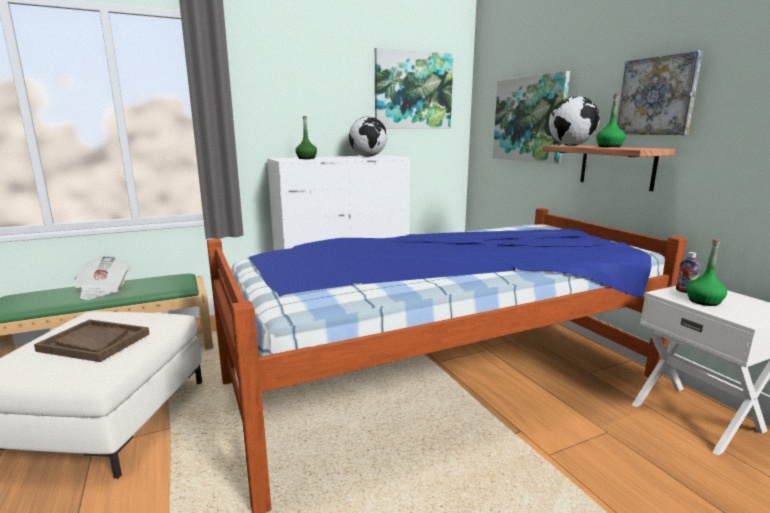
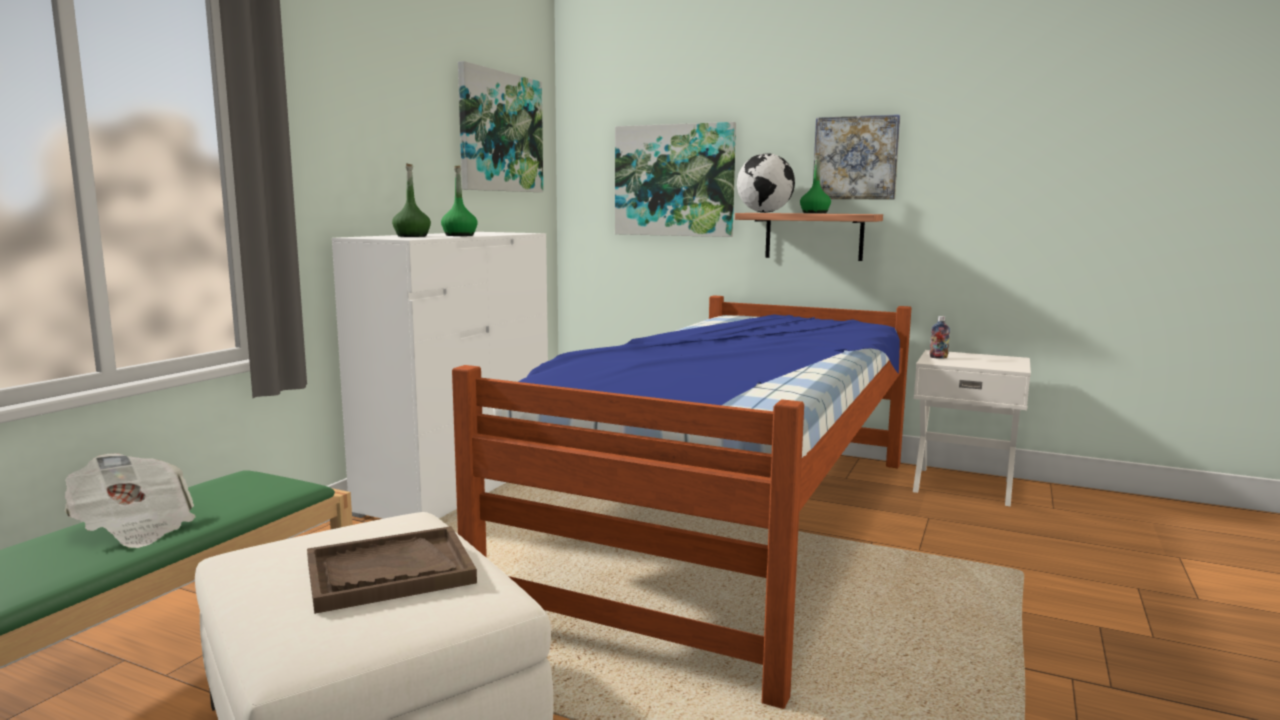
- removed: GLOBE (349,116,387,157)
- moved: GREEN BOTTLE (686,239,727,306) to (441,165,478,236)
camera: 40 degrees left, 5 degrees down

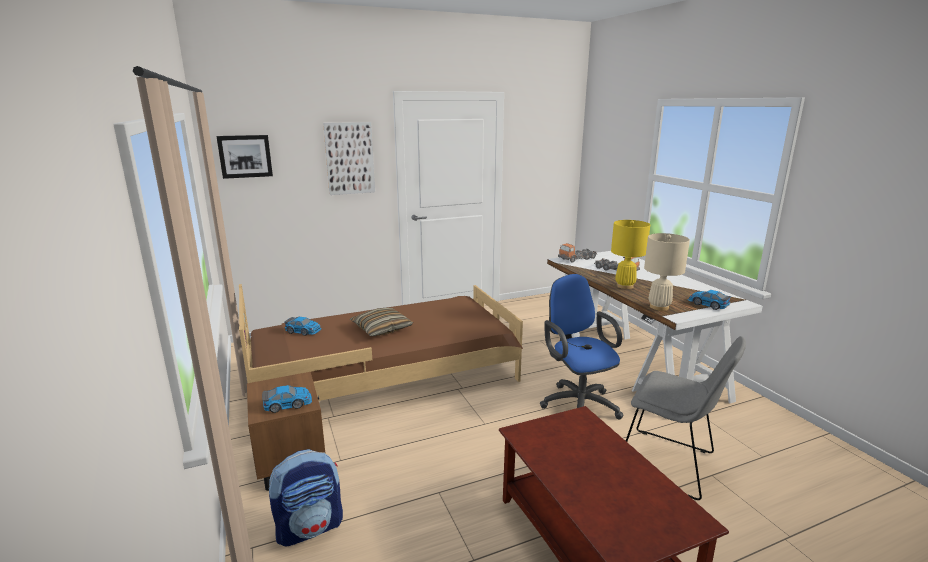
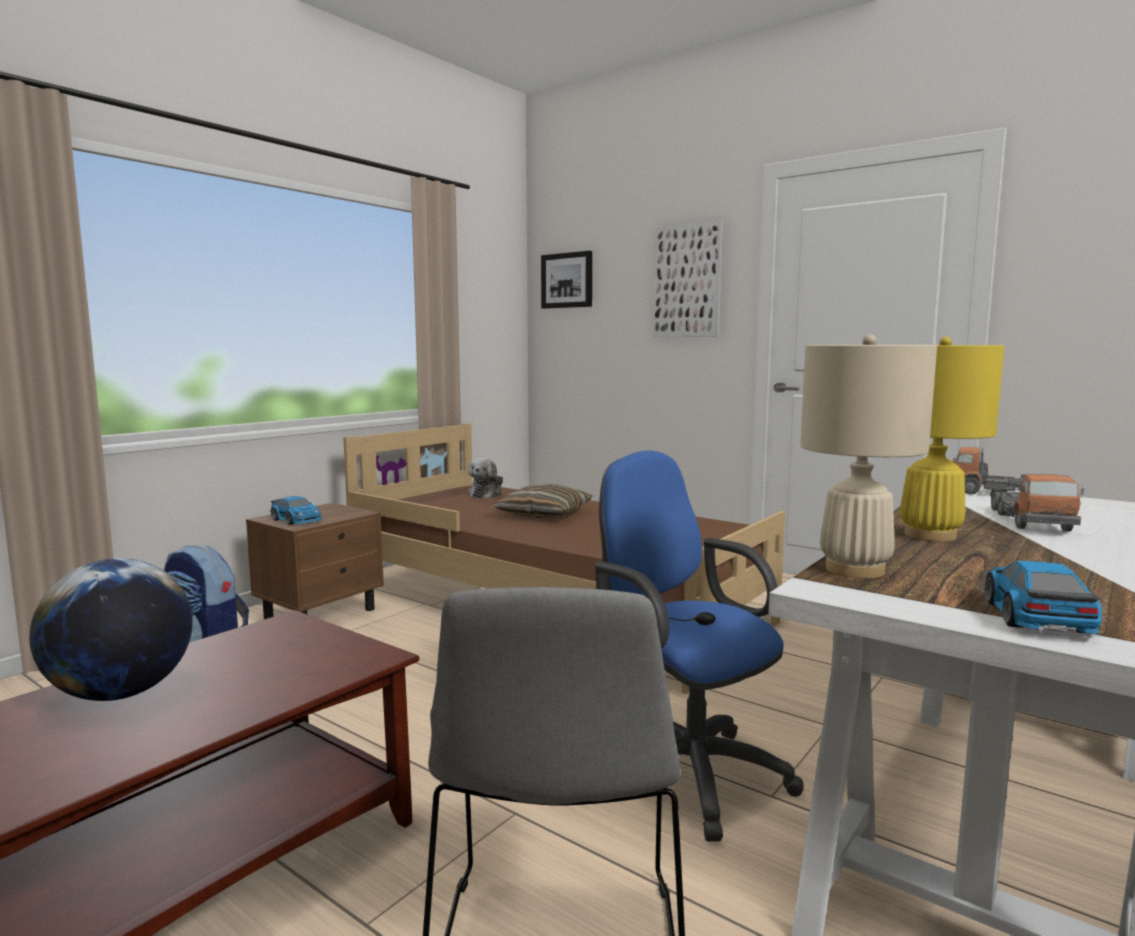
- added: GLOBE (30,558,192,701)
- replaced: TOY CAR (284,317,322,336) to PLUSH TOY (468,458,503,499)
- turned: BLUE OFFICE CHAIR (540,274,623,420) = (595,451,804,842) 75 degrees counterclockwise
camera: 60 degrees right, 10 degrees down

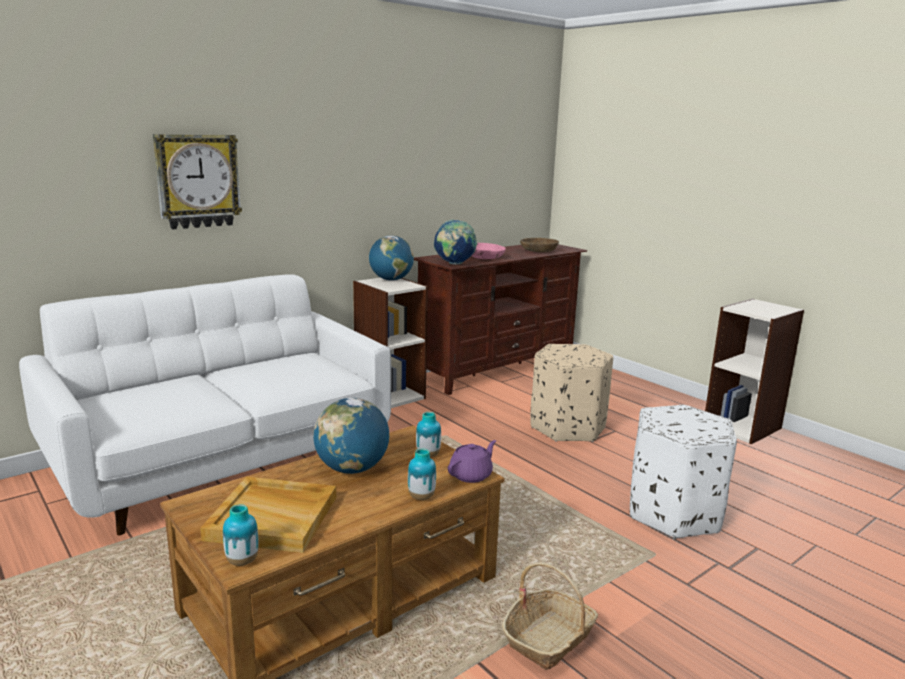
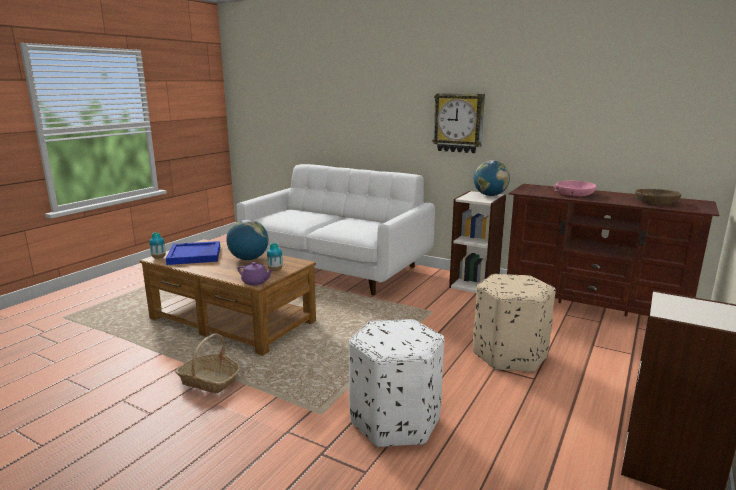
- removed: VASE (408,448,436,500)
- removed: GLOBE (434,219,477,265)
- moved: WALL CLOCK (153,134,242,229) to (433,93,485,153)
- recoloured: BEIGE TRAY (200,477,336,553) to BLUE TRAY (166,241,220,265)
camera: 70 degrees right, 0 degrees up

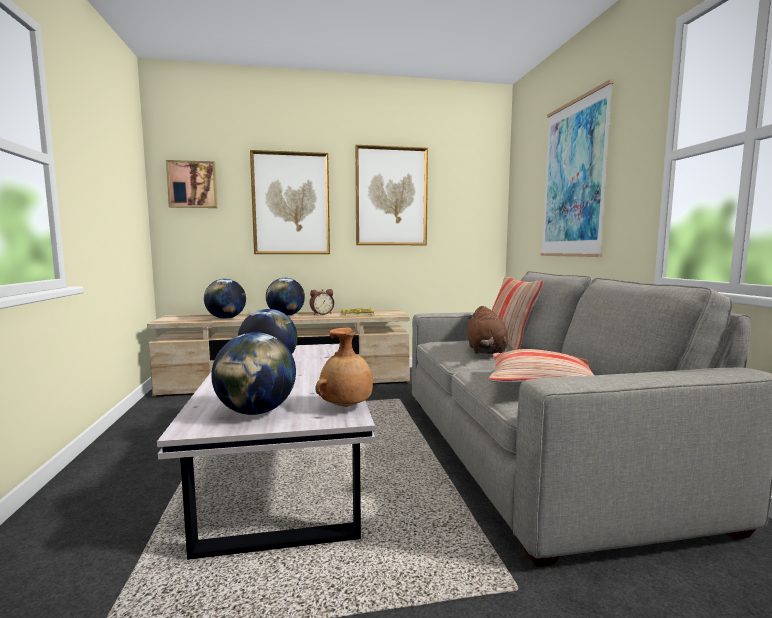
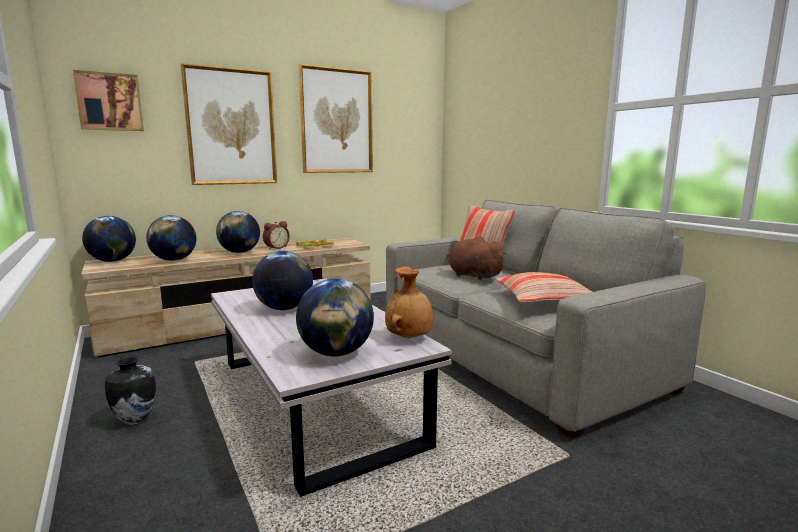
- removed: PICTURE (540,79,614,257)
- added: GLOBE (82,216,136,262)
- added: VASE (105,357,156,425)
- turned: BROWN PLUSH TOY (467,306,508,354) = (447,236,508,280) 150 degrees clockwise
camera: 20 degrees left, 5 degrees up

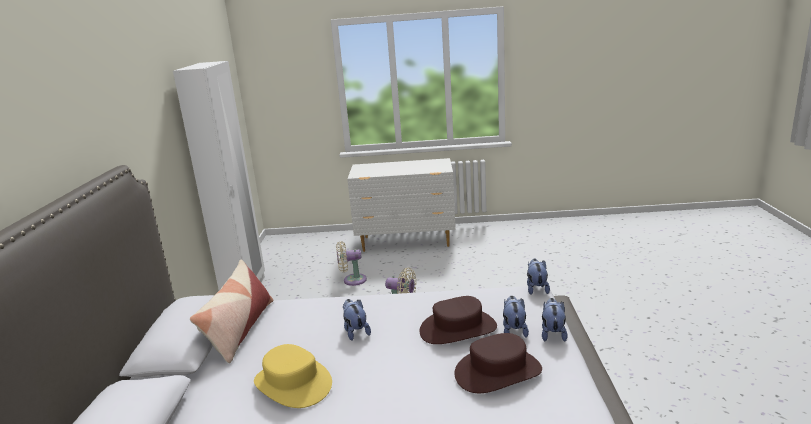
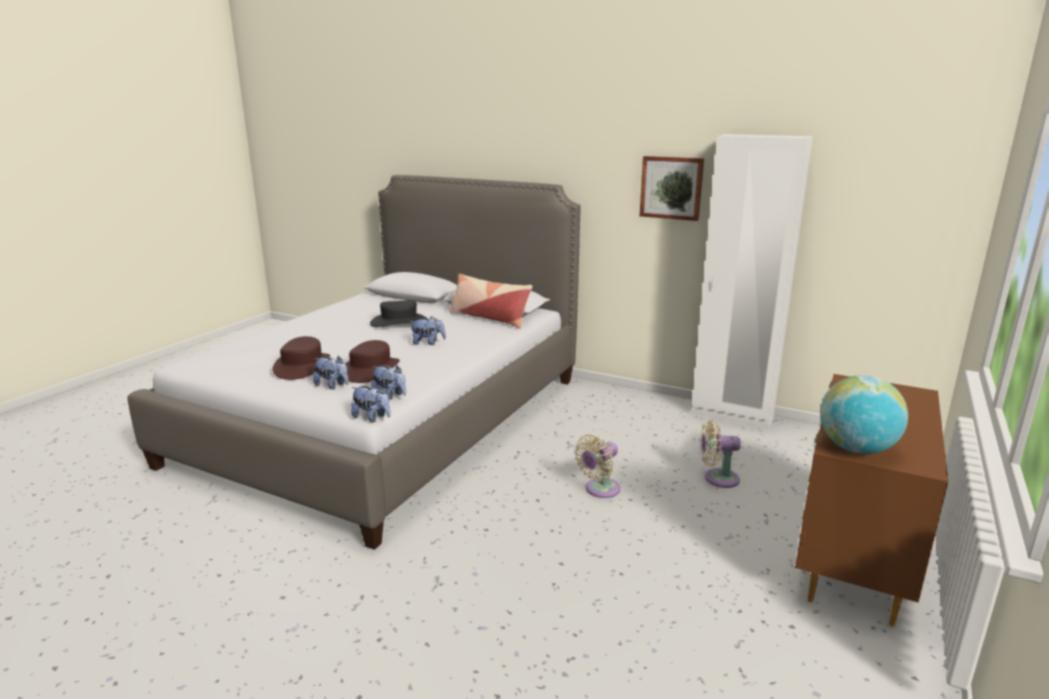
- added: PICTURE (640,156,704,221)
- added: GLOBE (820,375,908,454)
- moved: PLUSH TOY (542,298,568,342) to (371,365,406,400)
- recoloured: YELLOW HAT (254,344,332,408) to BLACK HAT (370,300,427,327)
- recoloured: WHITE DRESSER (347,158,456,252) to BROWN DRESSER (795,374,948,627)
- turned: BEIGE FAN (336,241,367,286) = (701,420,741,488) 105 degrees counterclockwise
camera: 115 degrees right, 0 degrees up

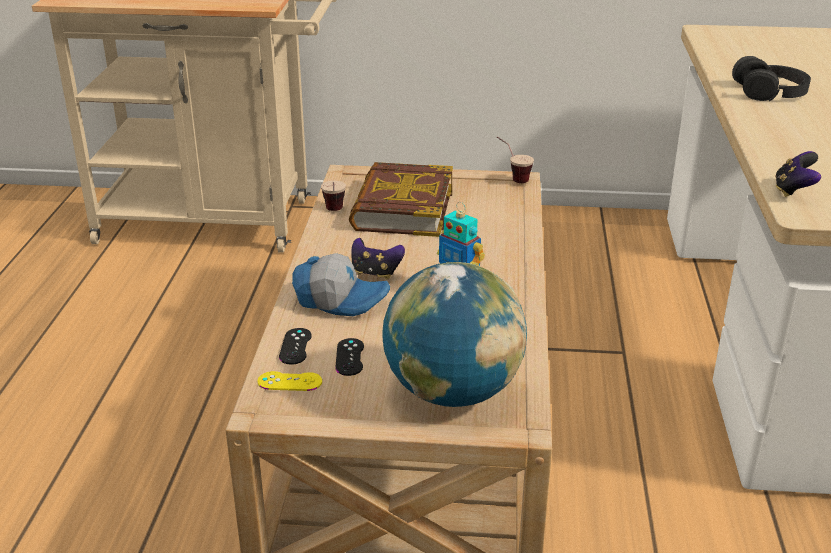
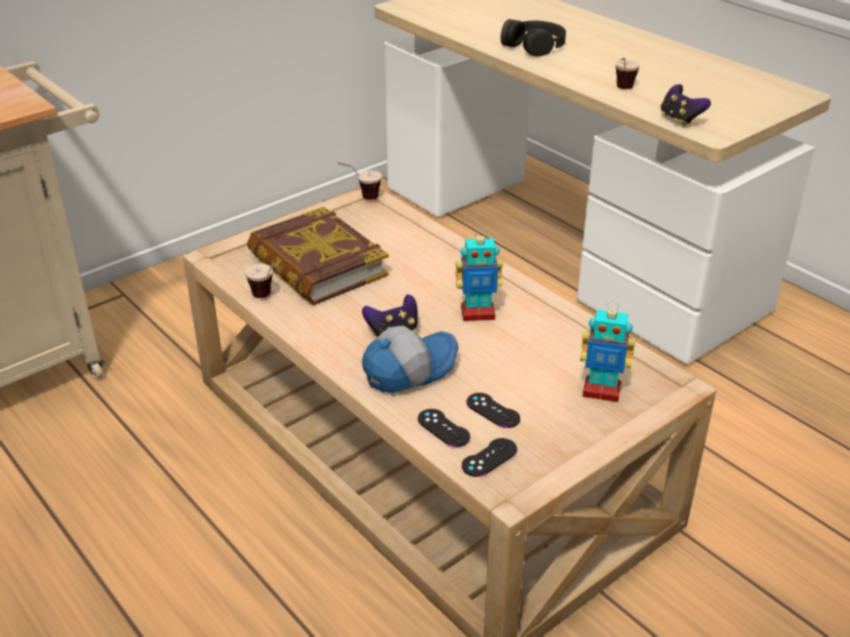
- added: CUP (615,58,640,89)
- replaced: GLOBE (382,262,527,407) to TOY ROBOT (580,301,635,402)
- recoloured: YELLOW GAME CONTROLLER (257,371,322,391) to BLACK GAME CONTROLLER (462,438,517,477)
camera: 45 degrees left, 5 degrees up

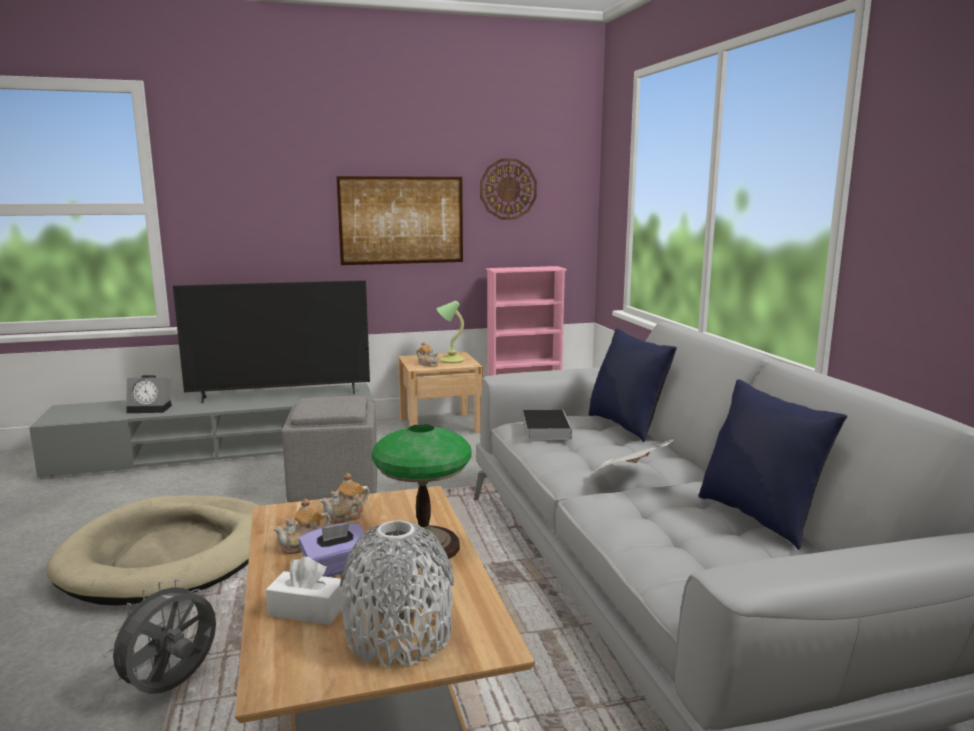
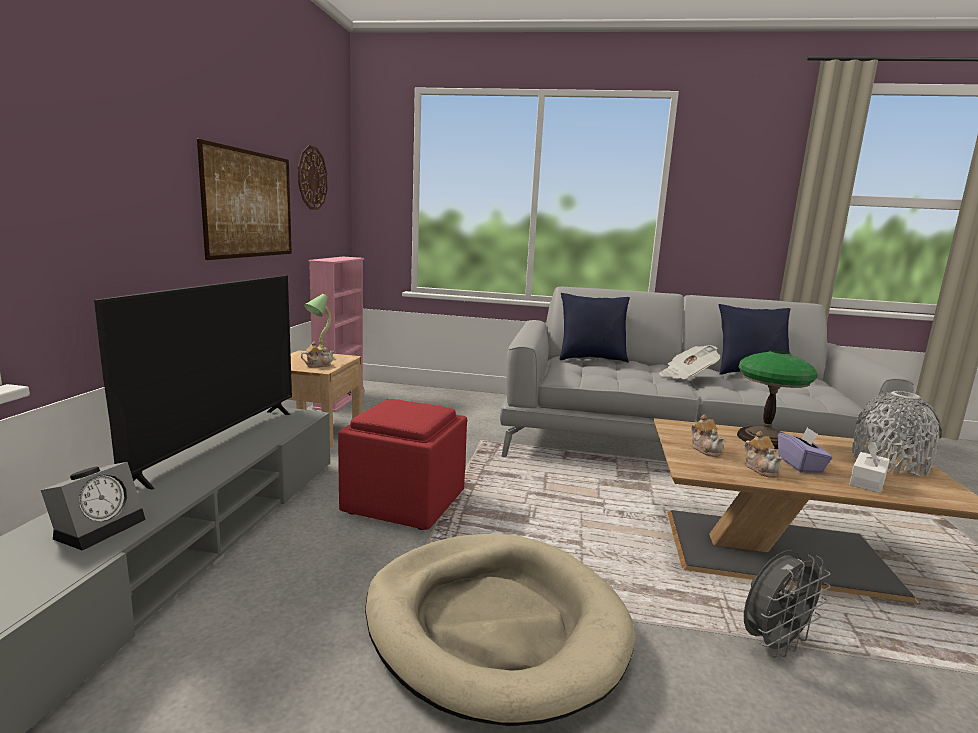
- removed: BOOK (523,410,572,440)
- recoloured: GREY OTTOMAN (282,396,377,502) to RED OTTOMAN (338,399,467,530)
- turned: GREY FAN (103,579,216,694) = (744,551,831,658) 90 degrees counterclockwise
camera: 65 degrees left, 0 degrees up

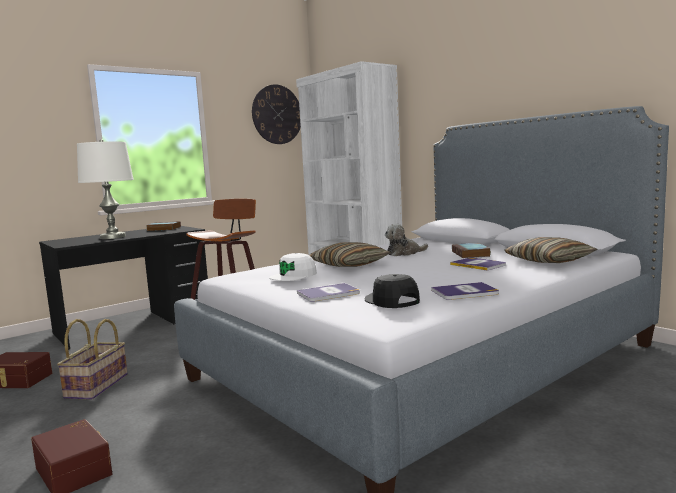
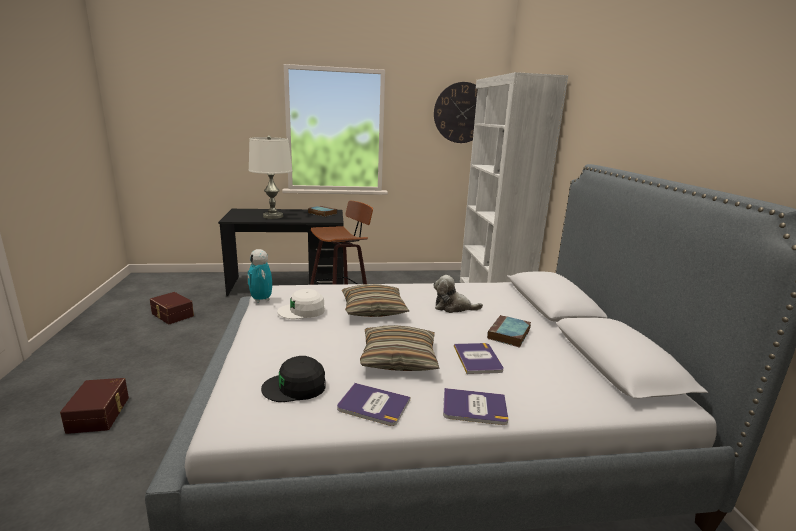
- removed: BASKET (57,319,128,400)
- added: TOY ROBOT (248,249,272,303)
- moved: BOOK (297,283,360,302) to (443,388,509,425)
- moved: PILLOW (504,237,598,263) to (360,325,440,371)
- turned: BLACK CAP (365,274,420,308) = (261,356,326,402) 105 degrees counterclockwise
camera: 30 degrees right, 10 degrees up

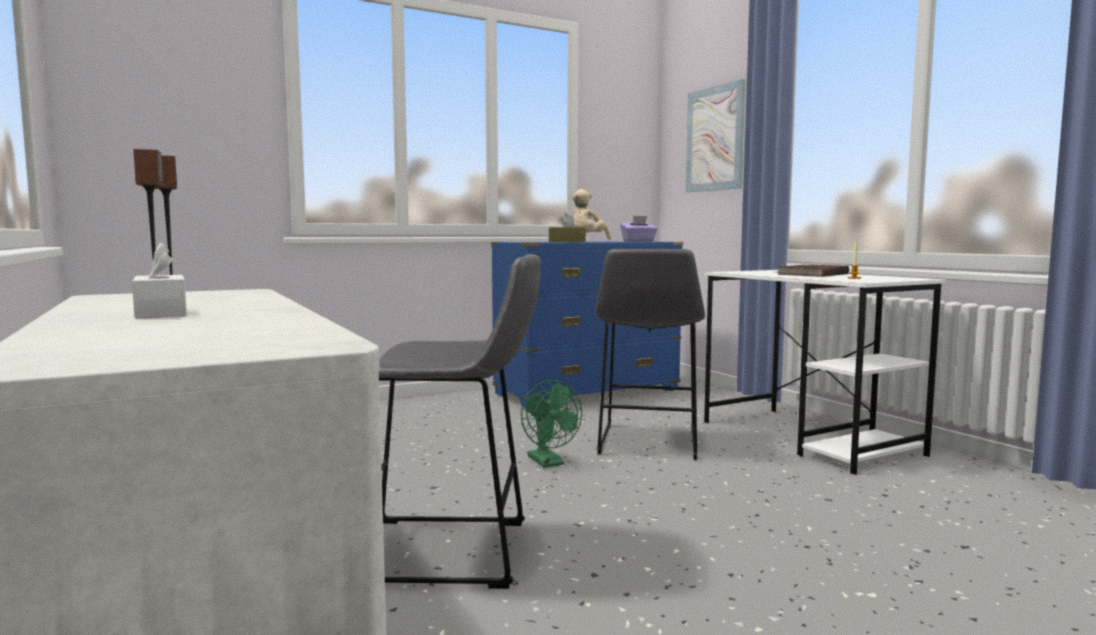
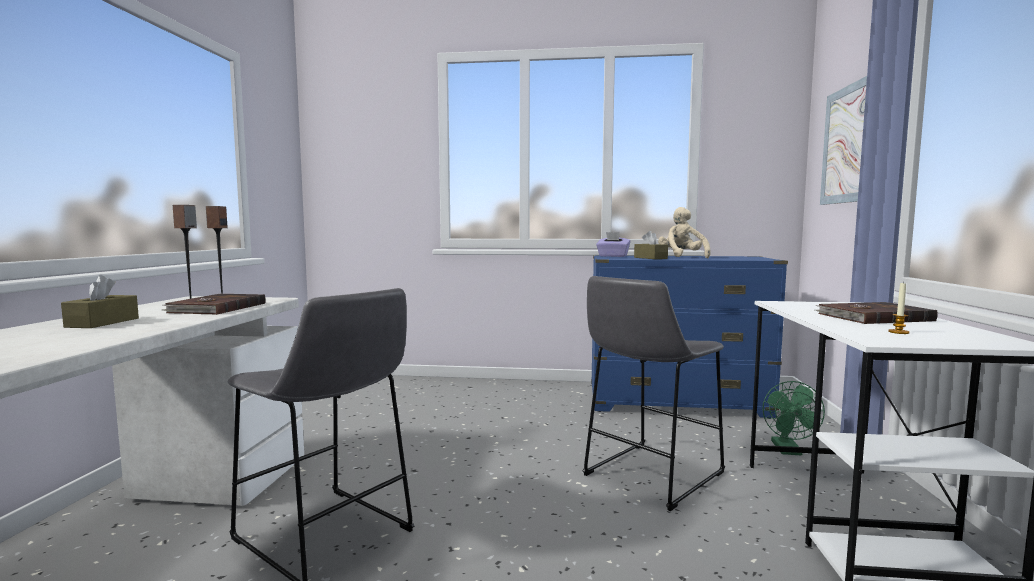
- added: BROWN BOOK (162,294,266,315)
- moved: GREEN FAN (521,380,582,468) to (762,381,825,455)
- moved: PURPLE TISSUE BOX (620,216,657,242) to (596,232,631,257)
- recoloured: WHITE TISSUE BOX (132,242,187,319) to BROWN TISSUE BOX (61,275,139,328)
- turned: BEIGE PLUSH TOY (572,189,611,240) = (658,207,711,258) 105 degrees clockwise
camera: 35 degrees right, 0 degrees up

